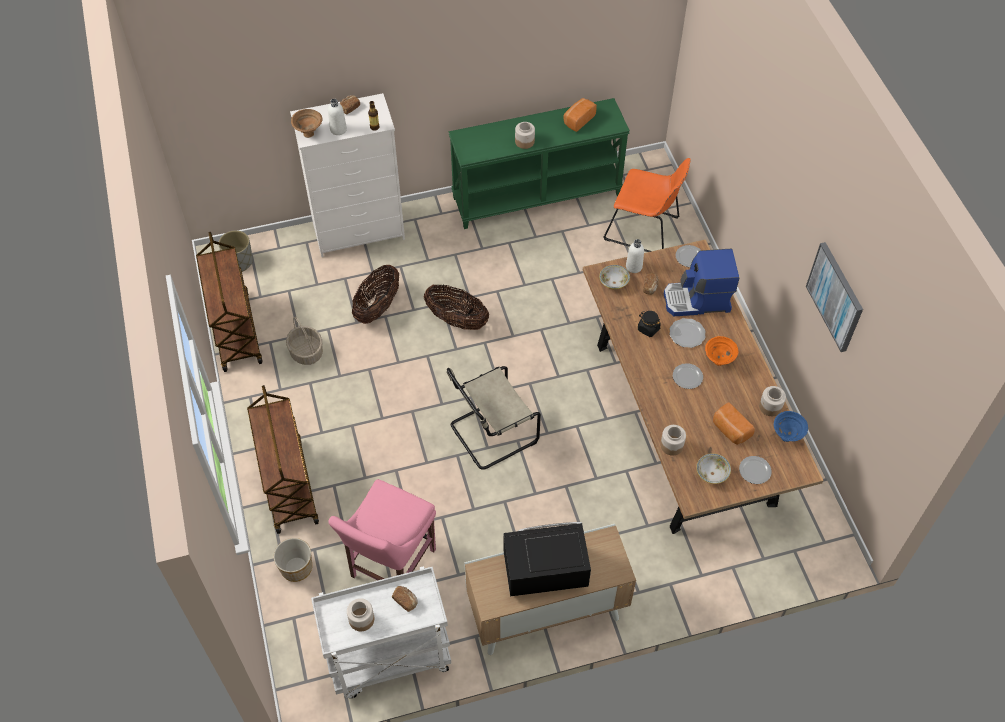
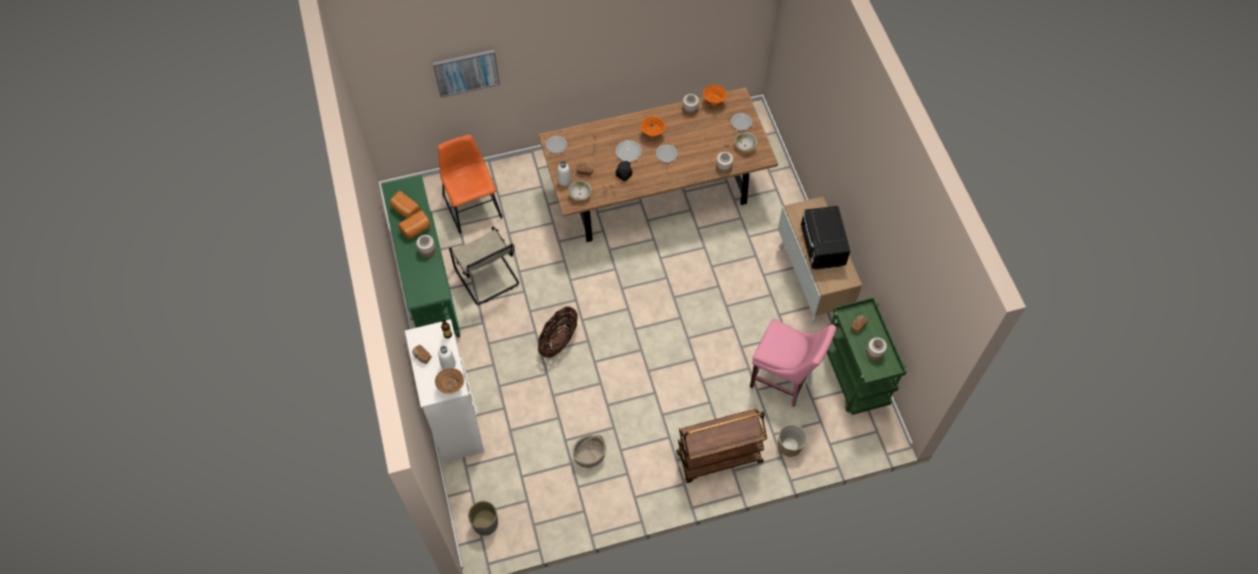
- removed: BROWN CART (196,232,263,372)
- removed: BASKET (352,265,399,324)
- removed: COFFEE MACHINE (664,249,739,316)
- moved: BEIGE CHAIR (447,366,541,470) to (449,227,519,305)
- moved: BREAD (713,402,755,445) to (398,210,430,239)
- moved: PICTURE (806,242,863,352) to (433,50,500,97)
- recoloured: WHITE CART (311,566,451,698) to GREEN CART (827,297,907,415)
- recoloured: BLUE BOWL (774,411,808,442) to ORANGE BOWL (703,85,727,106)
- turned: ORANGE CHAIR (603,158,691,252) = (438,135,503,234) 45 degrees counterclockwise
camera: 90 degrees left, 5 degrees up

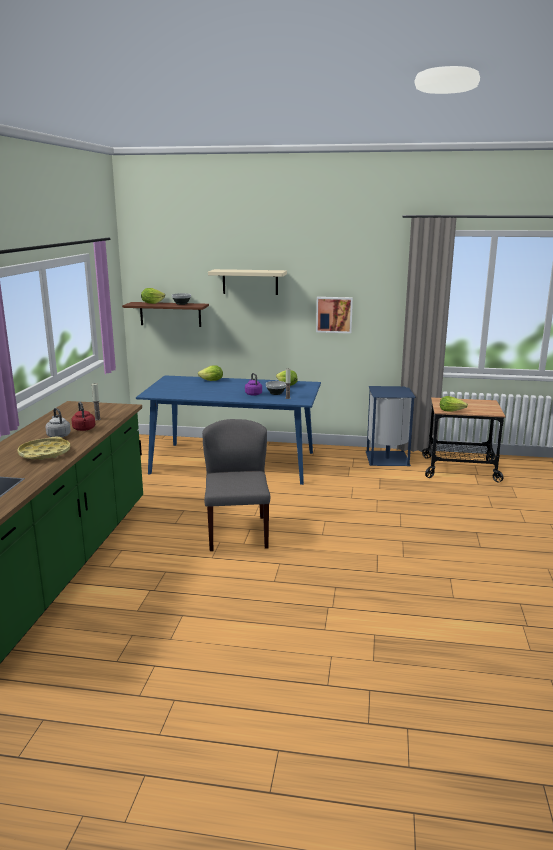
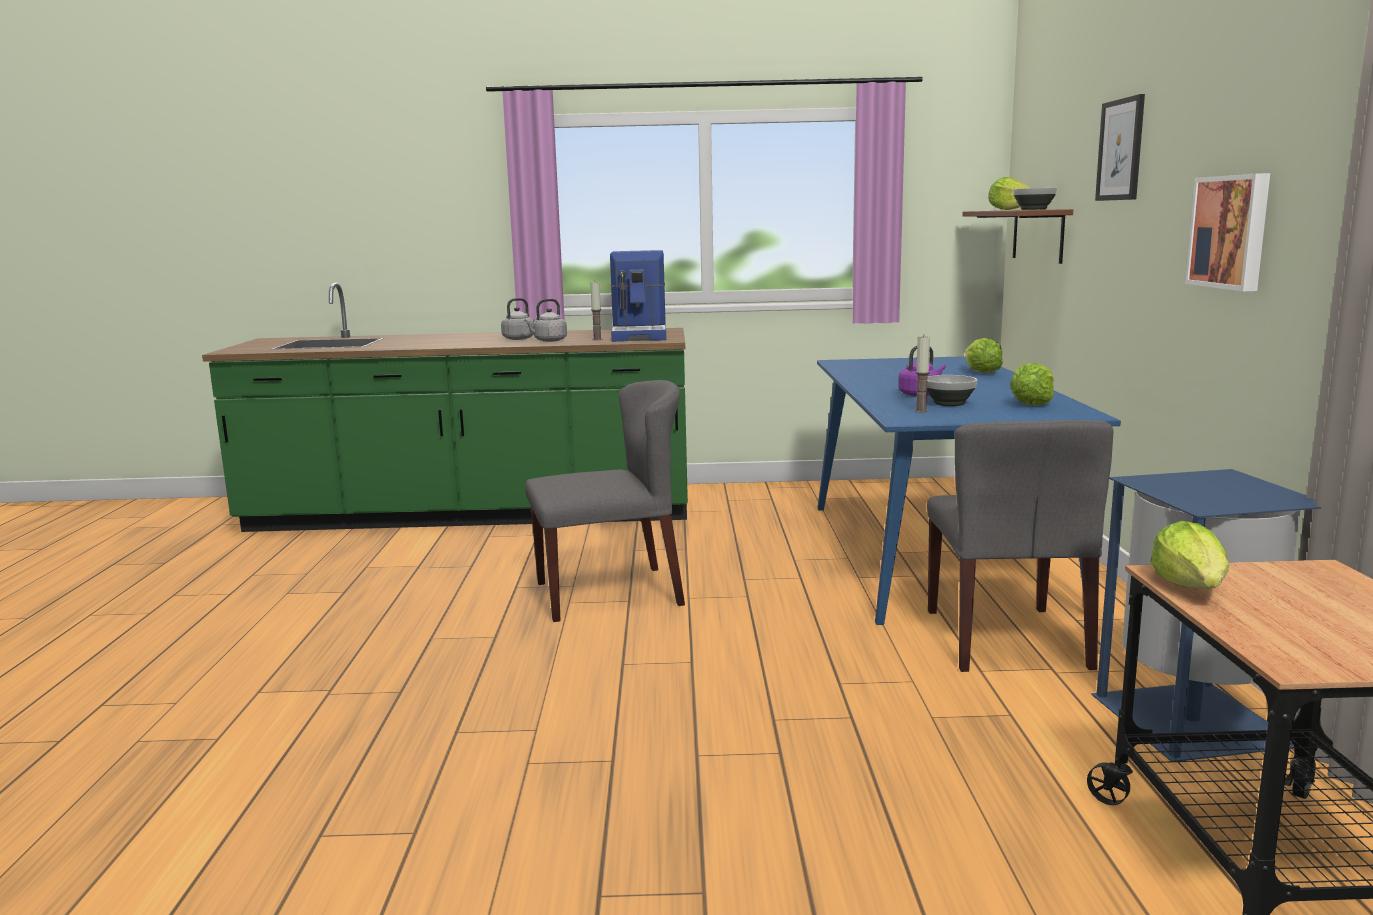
- removed: YELLOW TRAY (17,437,70,460)
- added: COFFEE MACHINE (610,250,666,342)
- added: GREY CHAIR (927,420,1113,672)
- replaced: BEIGE SHELF (208,269,287,295) to PICTURE (1095,94,1145,201)
- recoloured: RED KETTLE (71,402,95,431) to GREY KETTLE (524,299,567,342)
camera: 80 degrees right, 5 degrees down

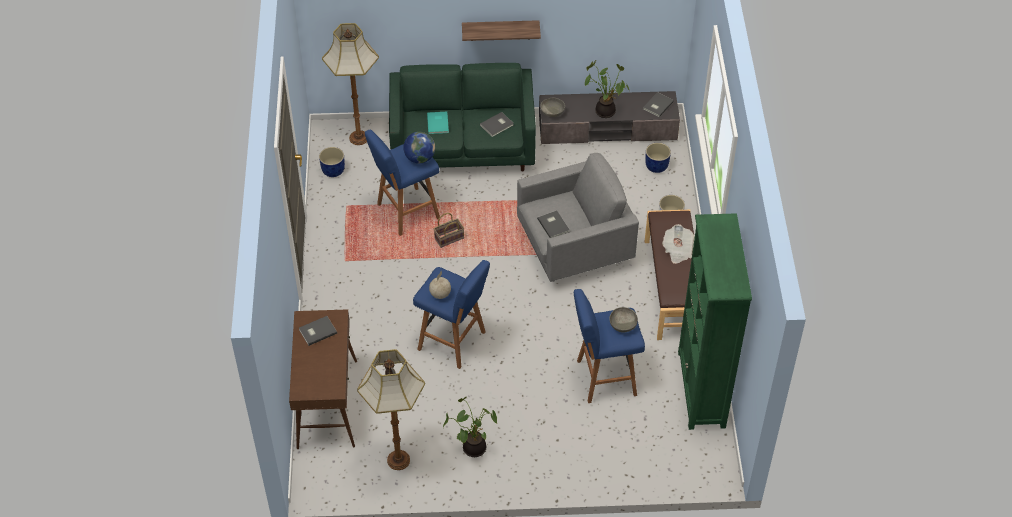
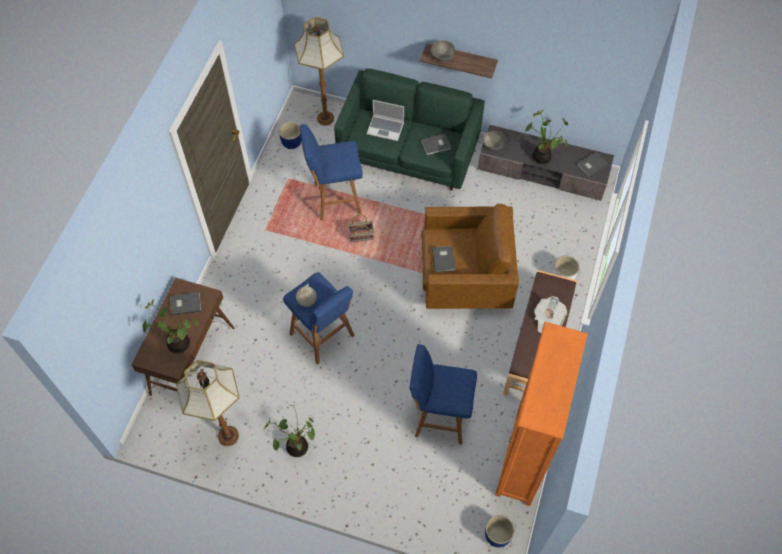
- removed: GLOBE (403,132,435,164)
- added: POTTED PLANT (143,299,199,354)
- moved: GREY BOWL (609,307,638,333) to (431,40,455,61)
- moved: BLUE PLANTER (645,143,671,173) to (485,515,514,547)
- replaced: TURQUOISE BOOK (427,112,449,134) to LAPTOP (366,100,404,141)
- recoloured: GREY ARMCHAIR (517,153,639,282) to BROWN ARMCHAIR (421,204,519,309)
- recoloured: GREEN BOOKCASE (678,213,752,430) to ORANGE BOOKCASE (495,322,588,506)
camera: 20 degrees right, 10 degrees up

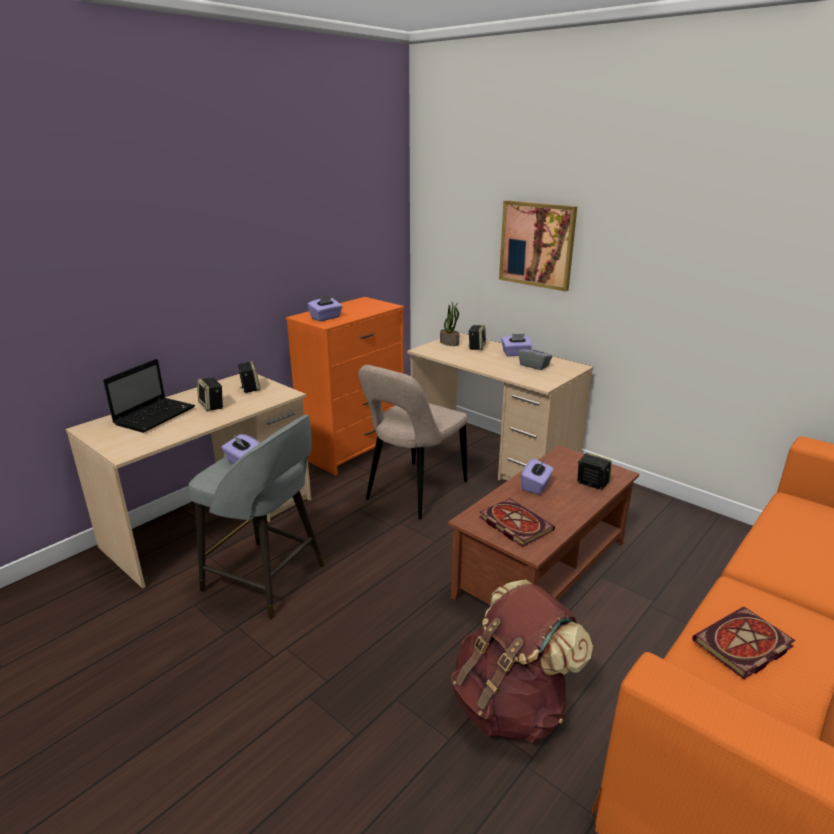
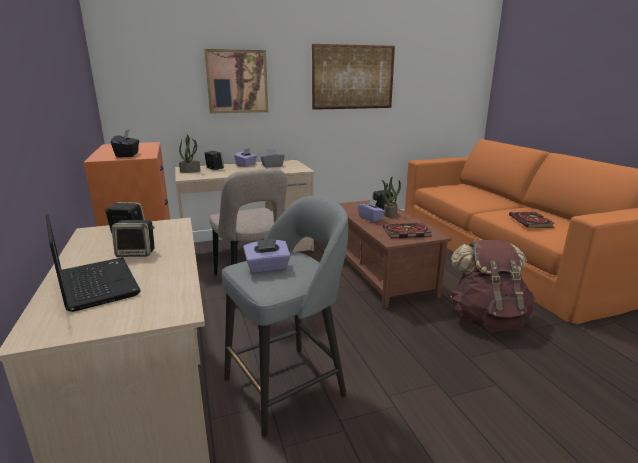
- added: PICTURE (312,44,395,110)
- added: POTTED PLANT (381,177,401,218)
- recoloured: PURPLE TISSUE BOX (307,295,343,321) to BLACK TISSUE BOX (111,129,139,157)
camera: 60 degrees left, 5 degrees down

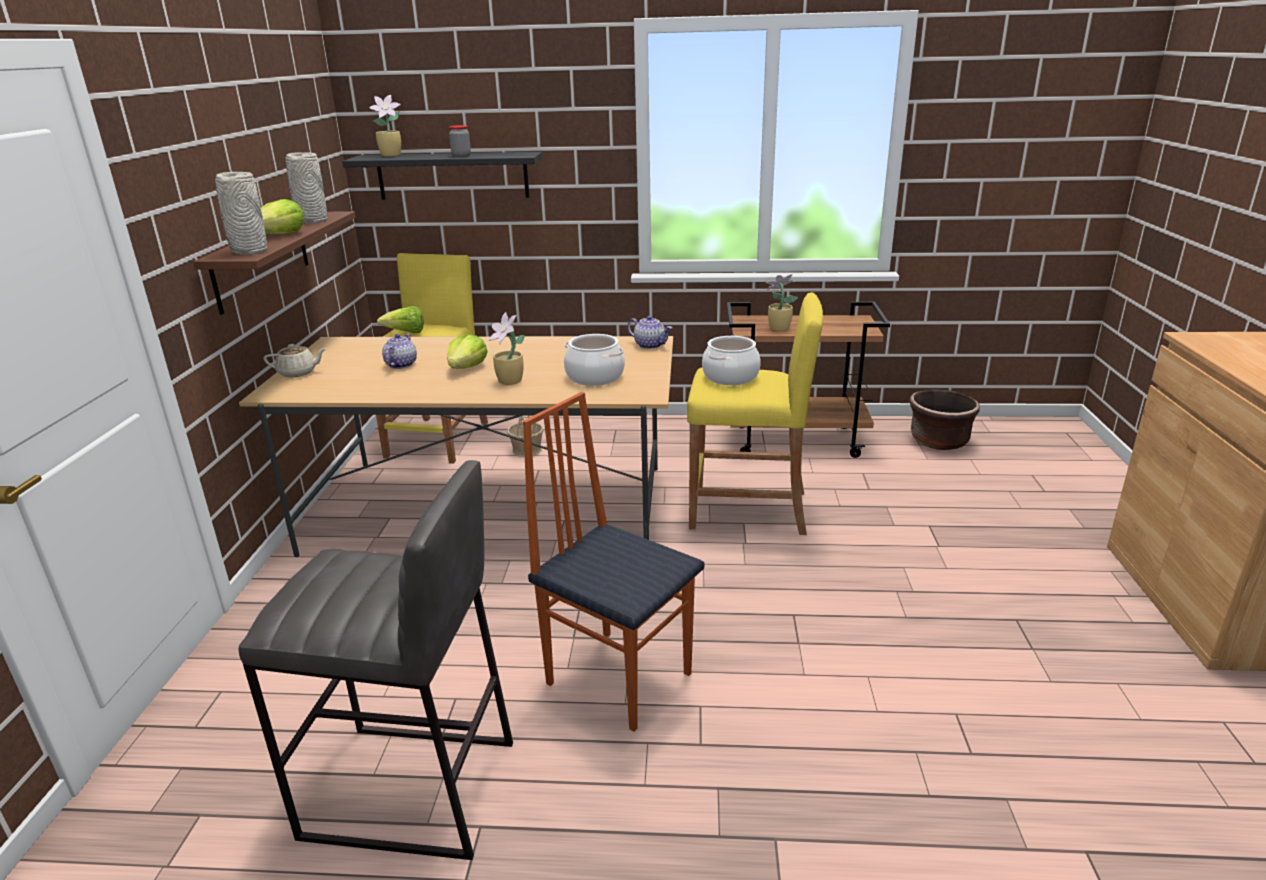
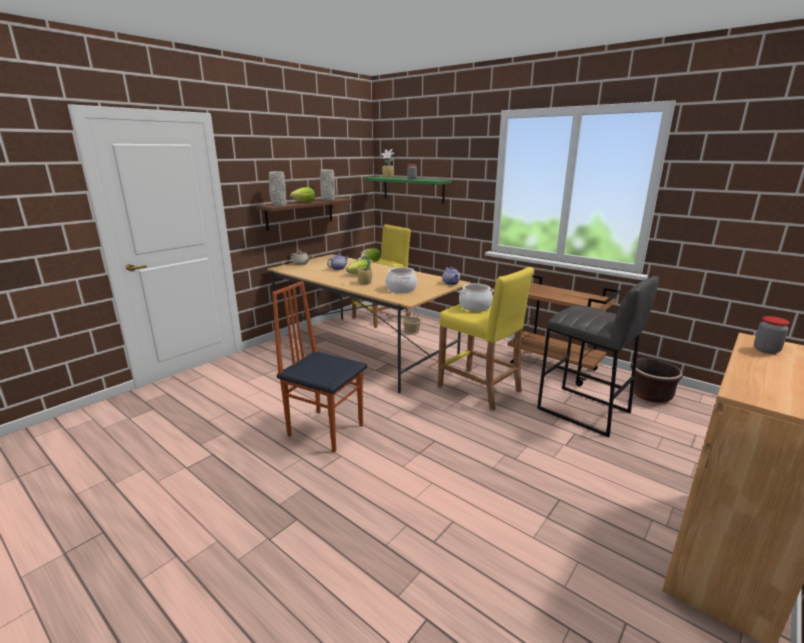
- removed: POTTED PLANT (766,274,798,331)
- added: JAR (754,316,790,354)
- moved: GREY STOOL (239,460,513,860) to (537,276,659,437)
- recoloured: BLACK SHELF (342,152,543,200) to GREEN SHELF (364,177,452,204)
- turned: CHAIR (523,392,704,732) = (272,281,367,452) 45 degrees counterclockwise
camera: 35 degrees right, 5 degrees down

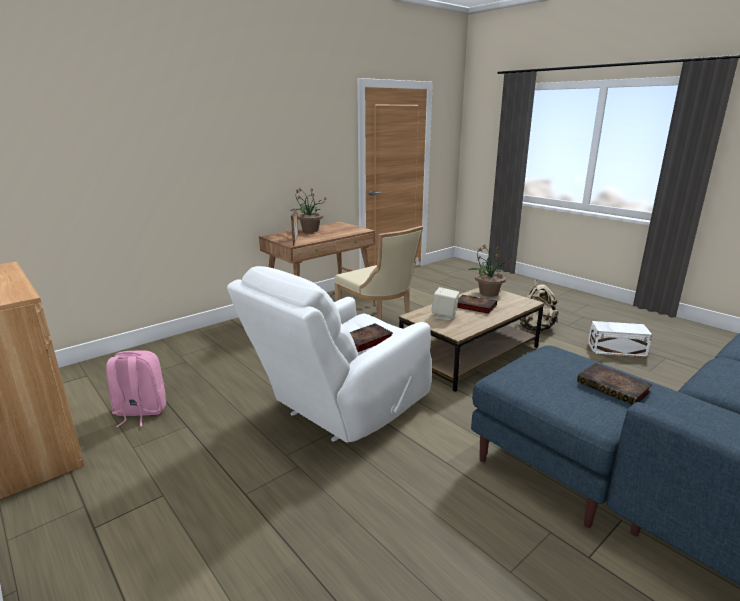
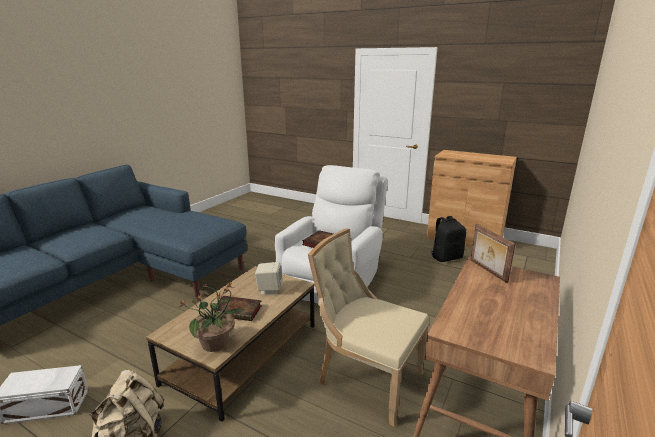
- removed: POTTED PLANT (290,188,327,232)
- removed: BOOK (577,363,653,405)
- recoloured: PINK BACKPACK (106,350,166,427) to BLACK BACKPACK (432,216,466,262)
camera: 160 degrees right, 0 degrees up

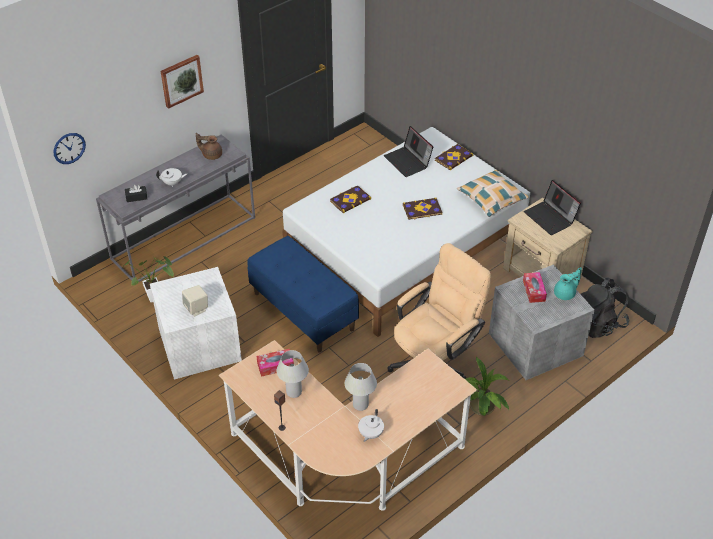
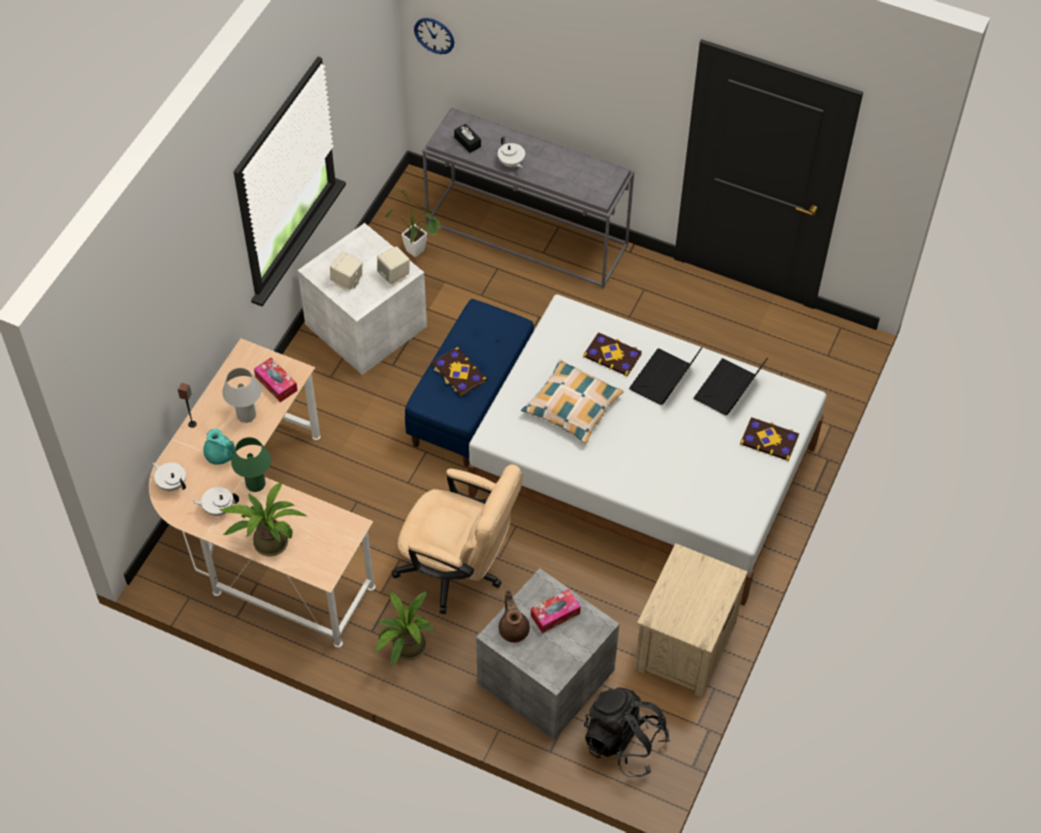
- removed: PICTURE (161,55,204,109)
- added: WHITE TEAPOT (153,462,186,491)
- added: POTTED PLANT (219,482,308,556)
- added: BEIGE SPEAKER (377,246,410,286)
- moved: BROWN TEAPOT (195,133,222,160) to (499,590,530,643)
- moved: BOOK (403,198,443,220) to (432,347,487,396)
- moved: PILLOW (457,170,529,217) to (521,359,624,443)
- moved: LAPTOP (524,180,581,235) to (629,347,703,405)
- moved: TURQUOISE TEAPOT (554,267,582,300) to (203,429,235,465)
- recoloured: WHITE TABLE LAMP (345,363,377,411) to GREEN TABLE LAMP (231,437,271,492)
camera: 65 degrees right, 10 degrees up

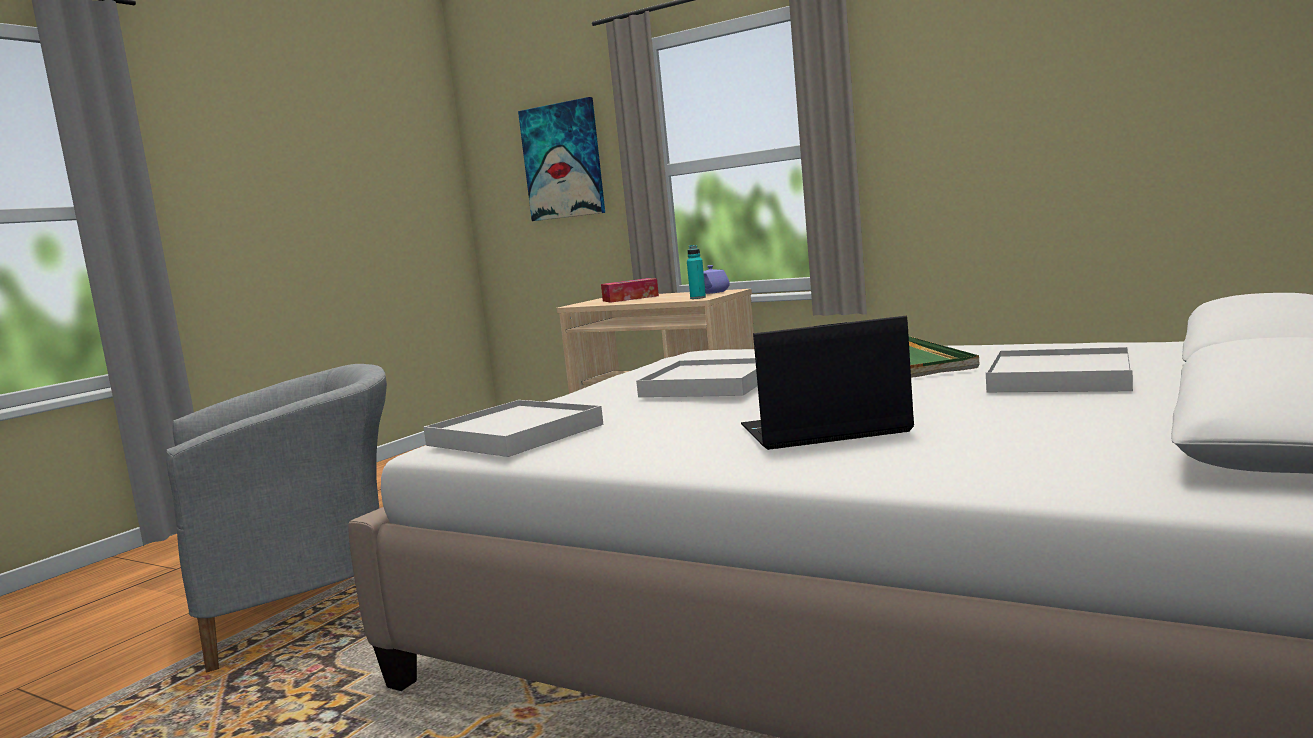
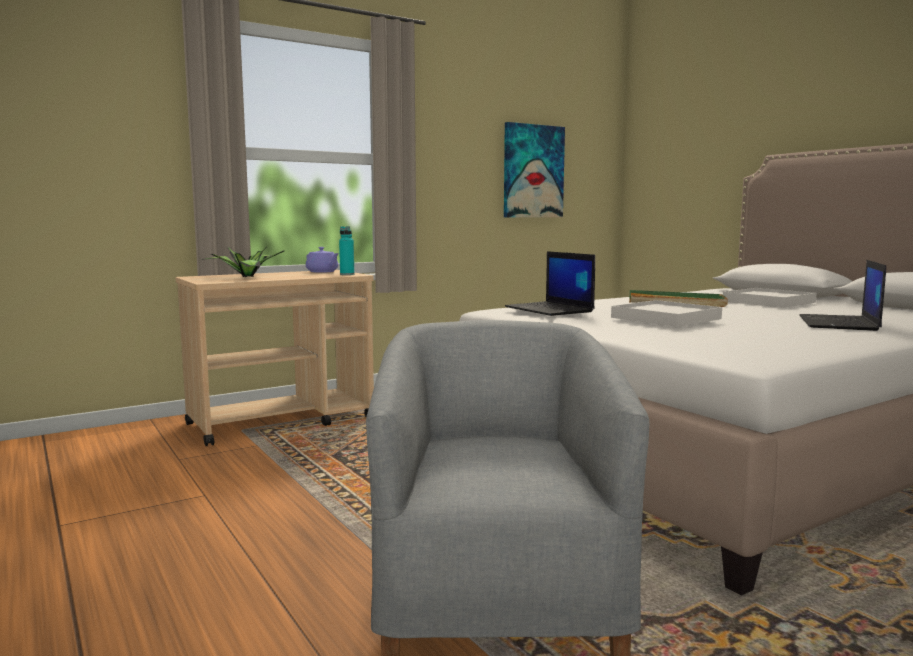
- removed: WHITE TRAY (423,400,603,457)
- added: LAPTOP (505,251,595,316)
- moved: PICTURE (518,97,605,221) to (504,122,565,218)
- replaced: TISSUE BOX (601,278,659,303) to POTTED PLANT (201,247,284,277)
camera: 65 degrees left, 0 degrees up

